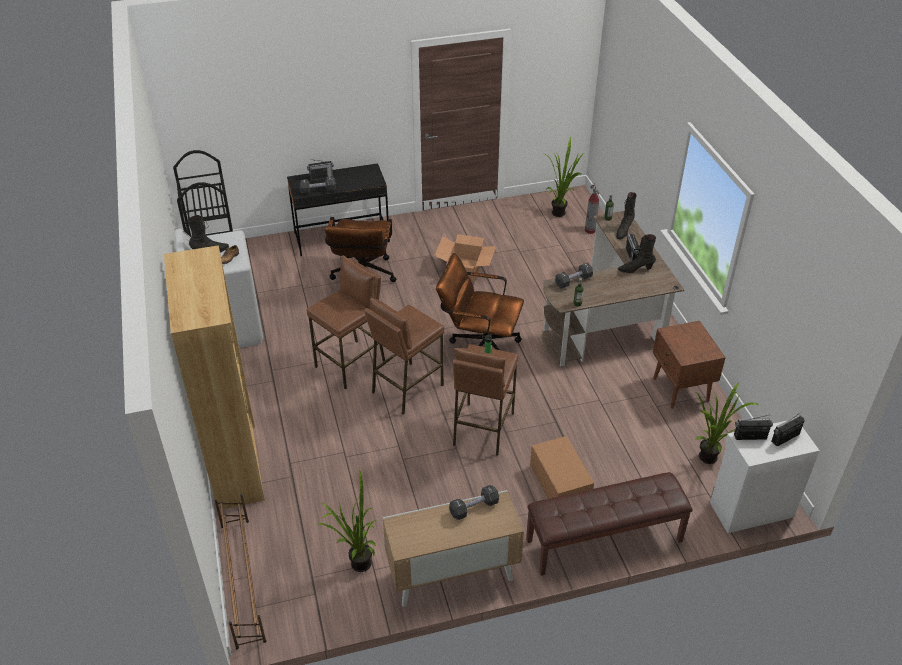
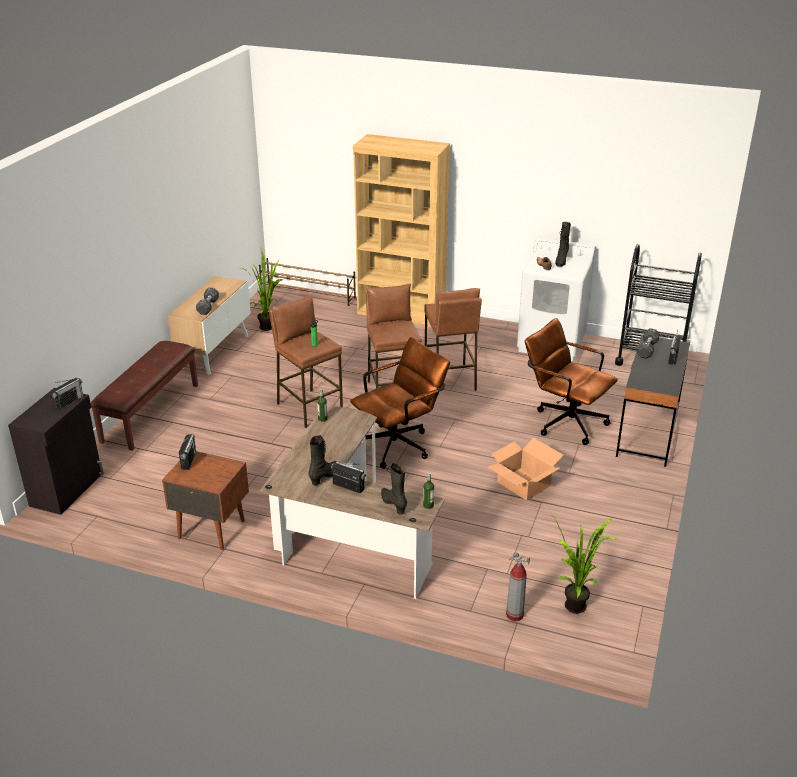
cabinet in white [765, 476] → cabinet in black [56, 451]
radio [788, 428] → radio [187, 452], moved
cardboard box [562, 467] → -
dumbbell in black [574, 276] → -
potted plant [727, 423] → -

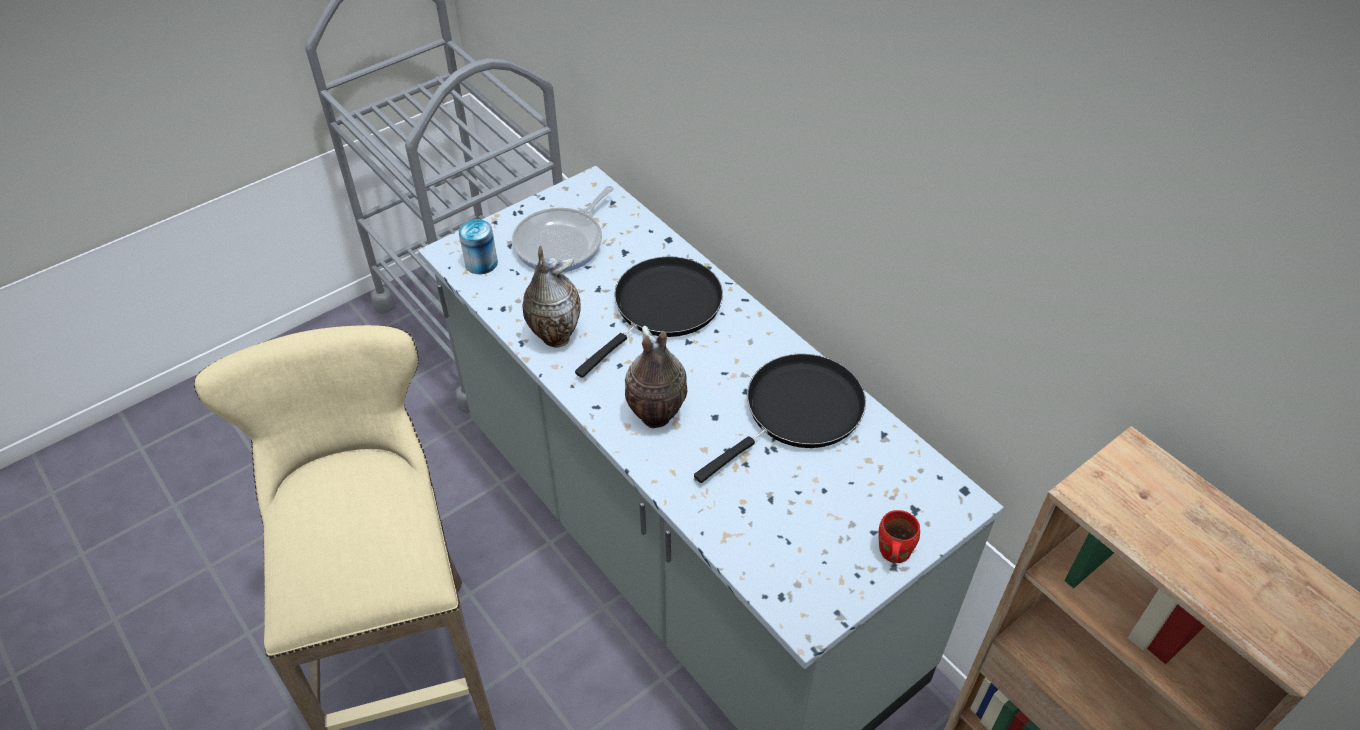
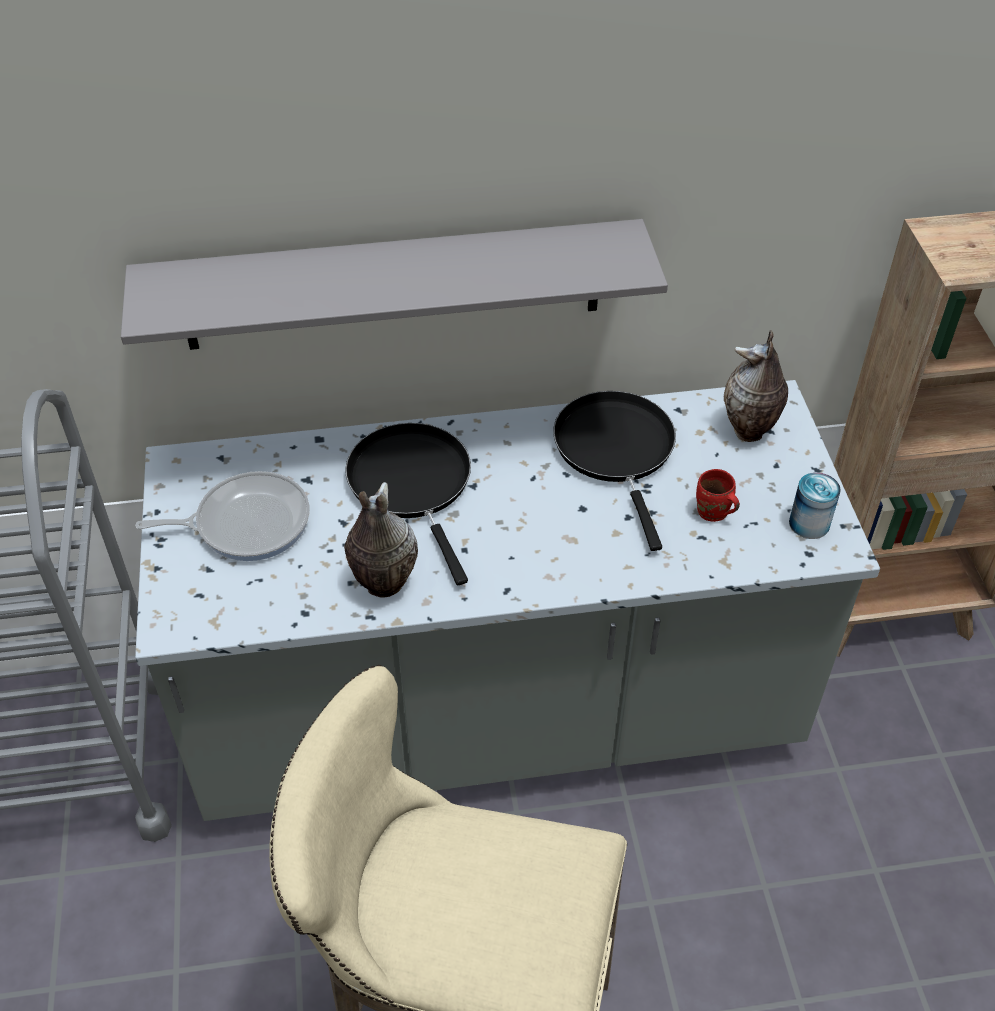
- → shelf in grey [394, 284]
frying pan [563, 229] → frying pan [222, 516], 75 degrees counterclockwise
mug in red [899, 536] → mug in red [718, 495], moved
vase [656, 377] → vase [756, 386], moved
can [478, 246] → can [815, 505], moved

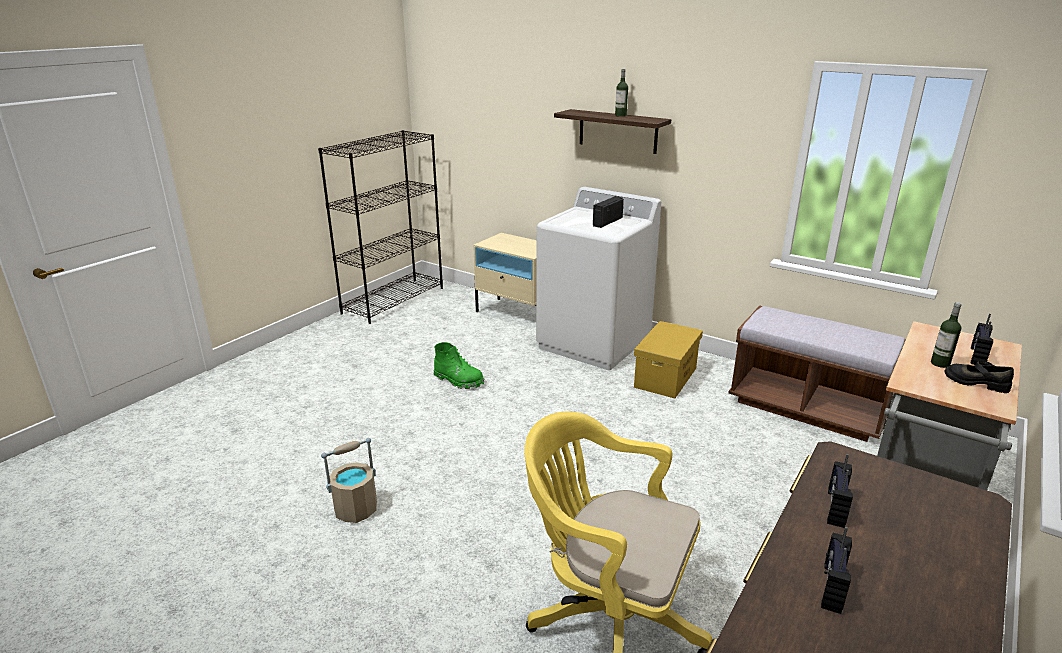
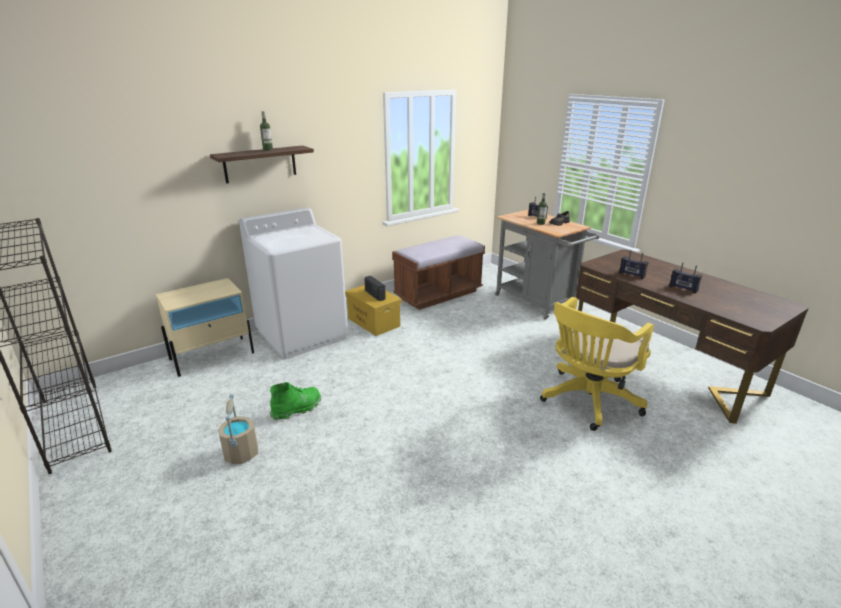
bucket in beige [349, 480] → bucket in beige [238, 429], moved
radio [608, 212] → radio [375, 288], moved

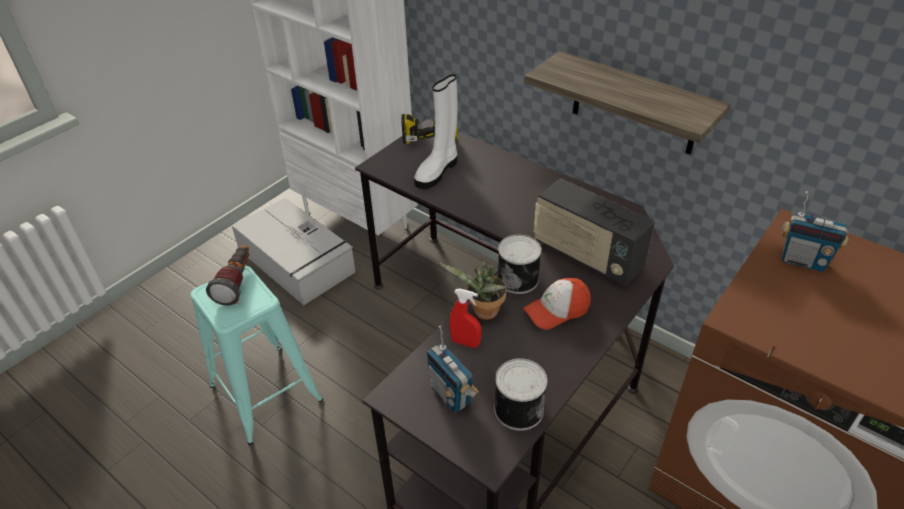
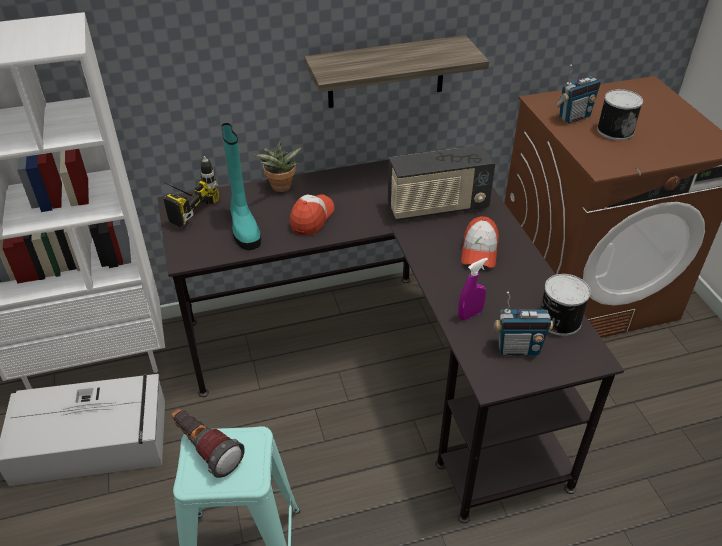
boot in white [435, 131] → boot in turquoise [241, 186]
potted plant [473, 290] → potted plant [279, 166], moved
- → cap [312, 215]
spray bottle in red [465, 318] → spray bottle in purple [473, 289]
can [519, 264] → can [620, 114], moved

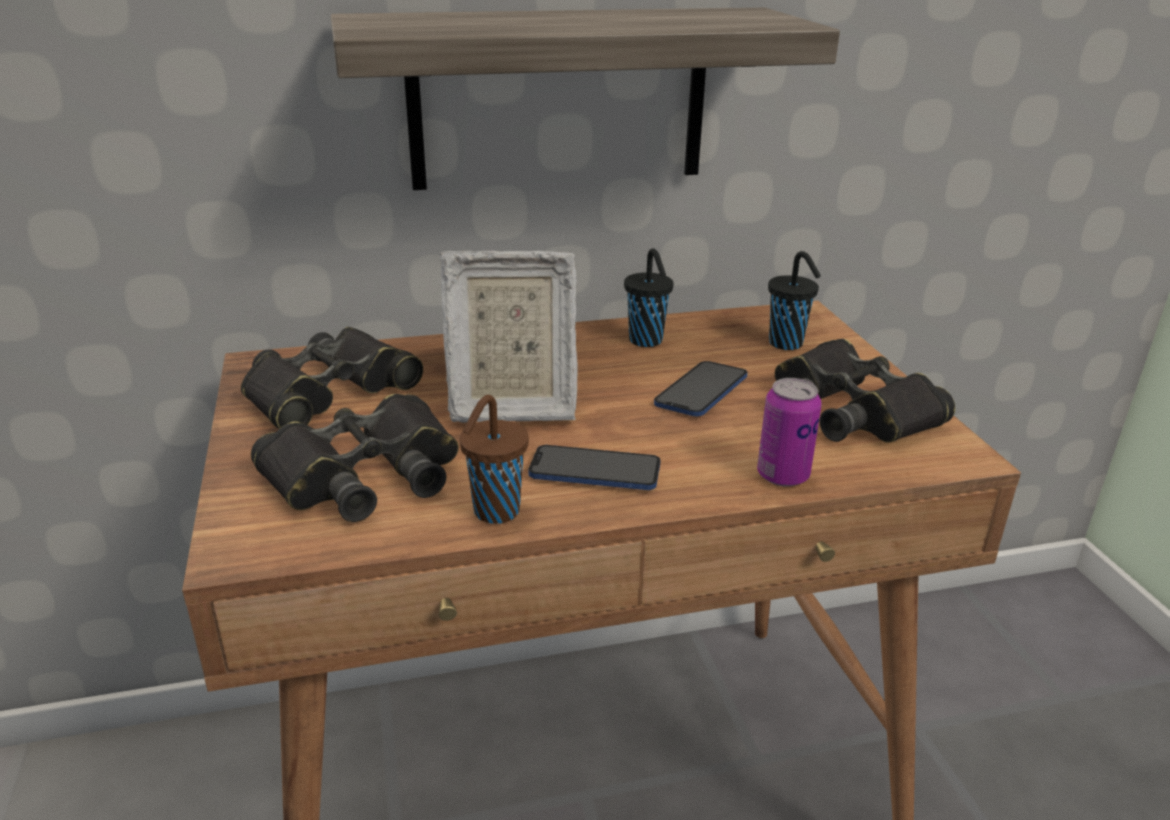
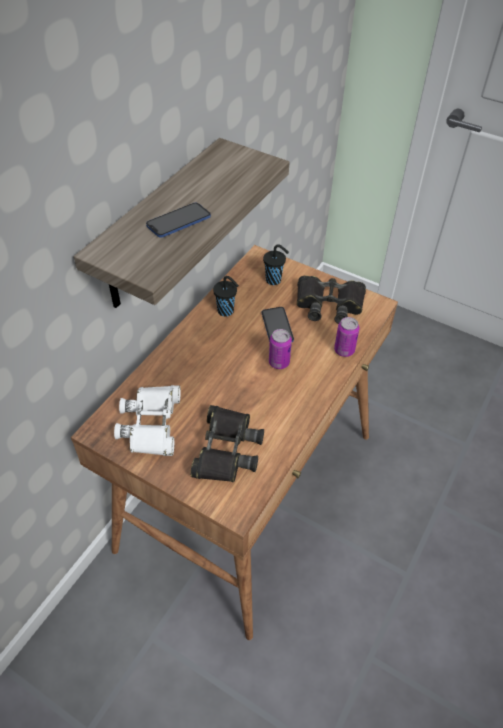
binoculars in black [332, 378] → binoculars in white [147, 420]
phone [594, 467] → phone [178, 220], moved
- → can [280, 349]
picture frame [508, 337] → -
cup in brown [494, 459] → -

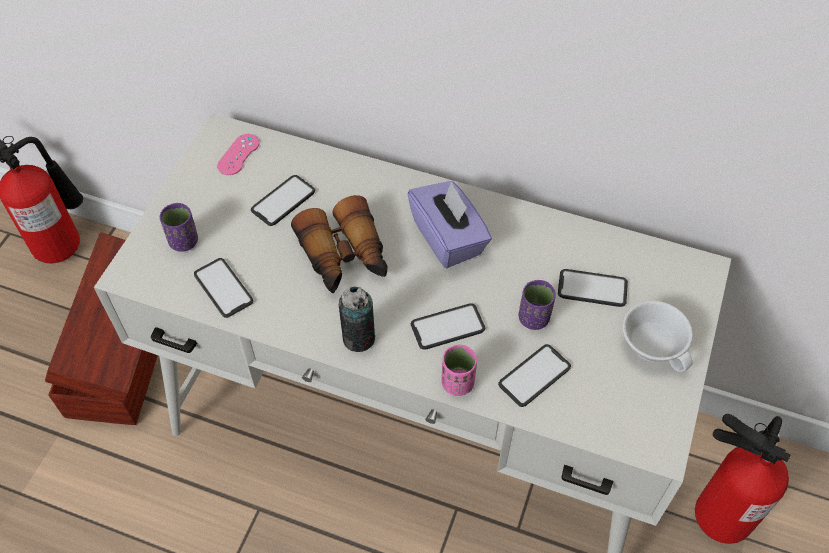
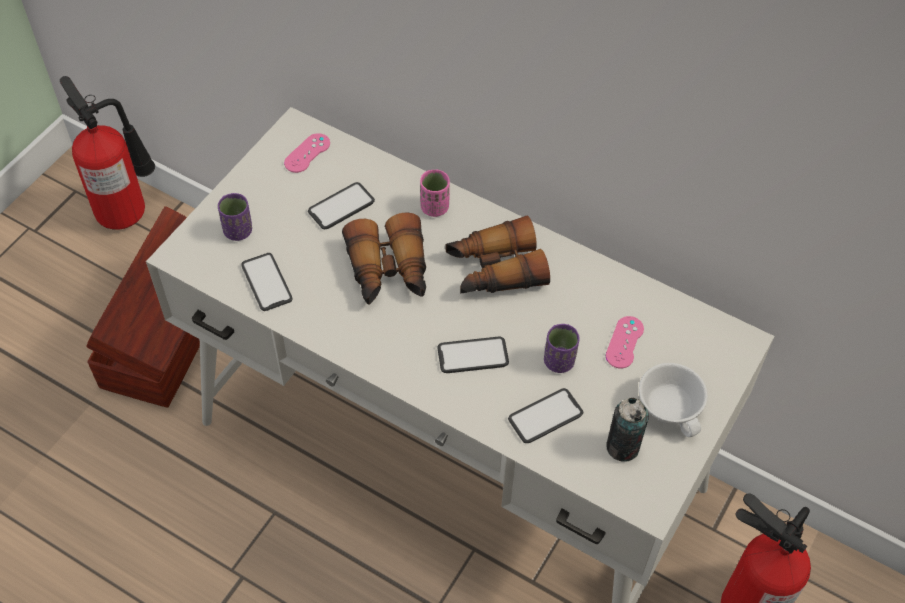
cup in pink [459, 370] → cup in pink [435, 193], moved
tissue box in purple [450, 224] → binoculars [497, 254]
phone [593, 288] → game controller in pink [625, 342]
can [357, 319] → can [627, 430], moved

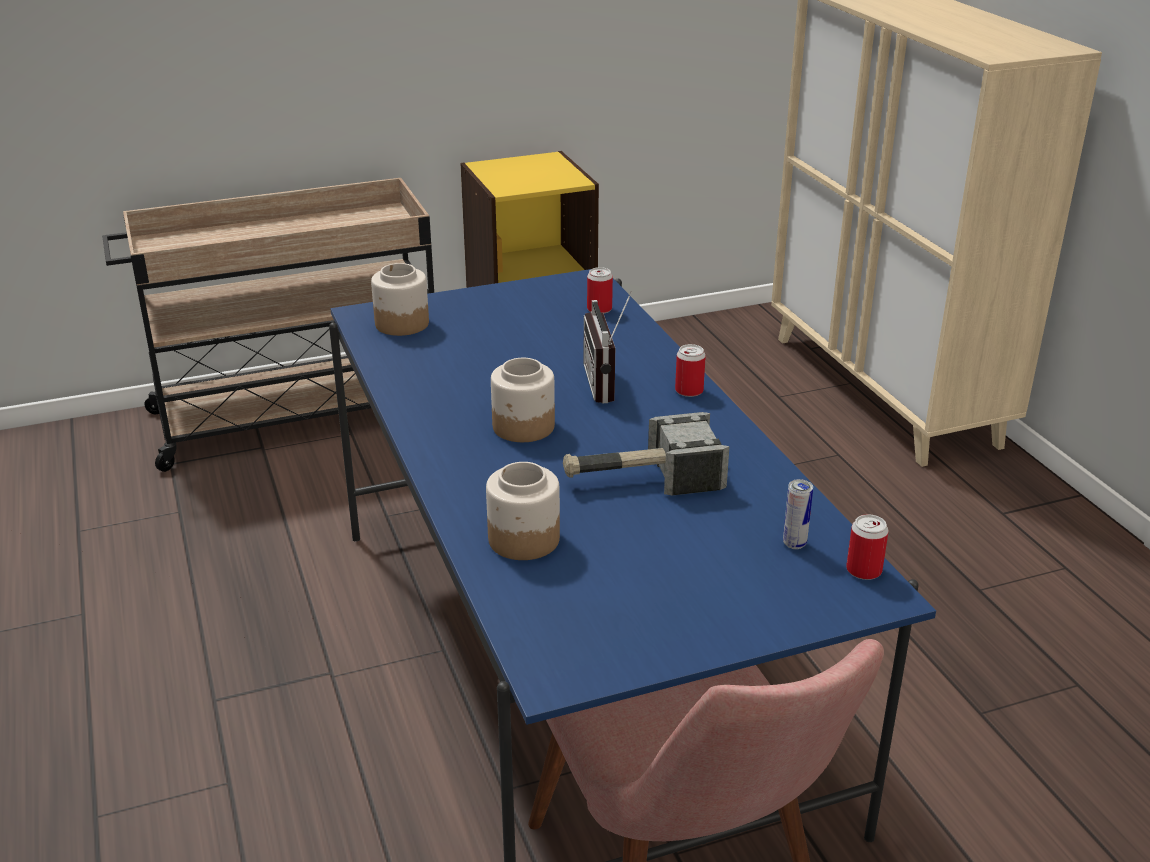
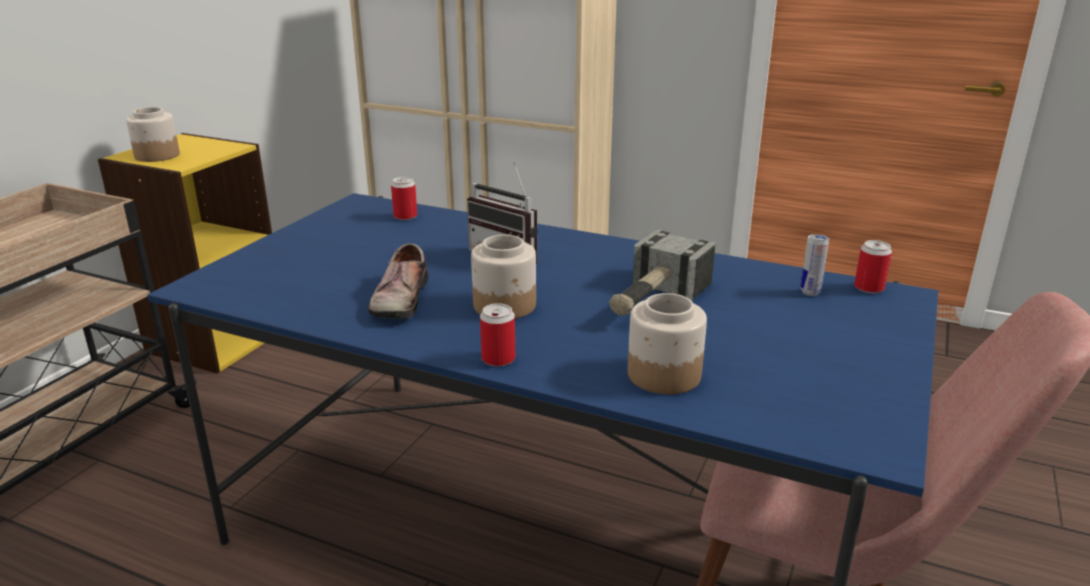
jar [400, 299] → jar [153, 134], moved
- → shoe [398, 281]
can [690, 370] → can [497, 334], moved

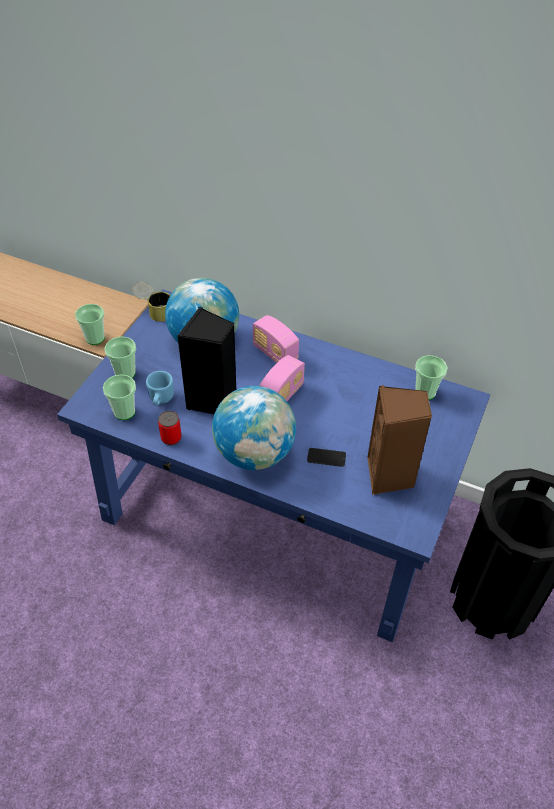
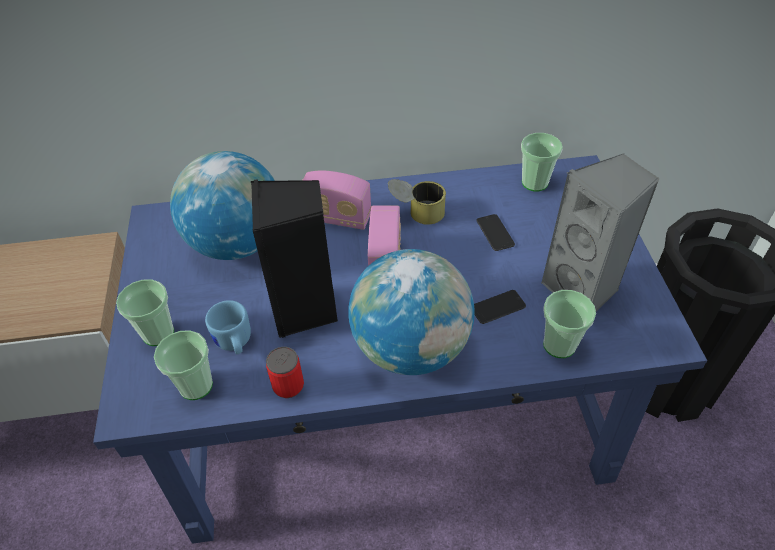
can [151, 301] → can [417, 202], moved
- → phone [496, 232]
speaker in brown [399, 440] → speaker in grey [600, 232]
cup [90, 324] → cup [569, 324], moved

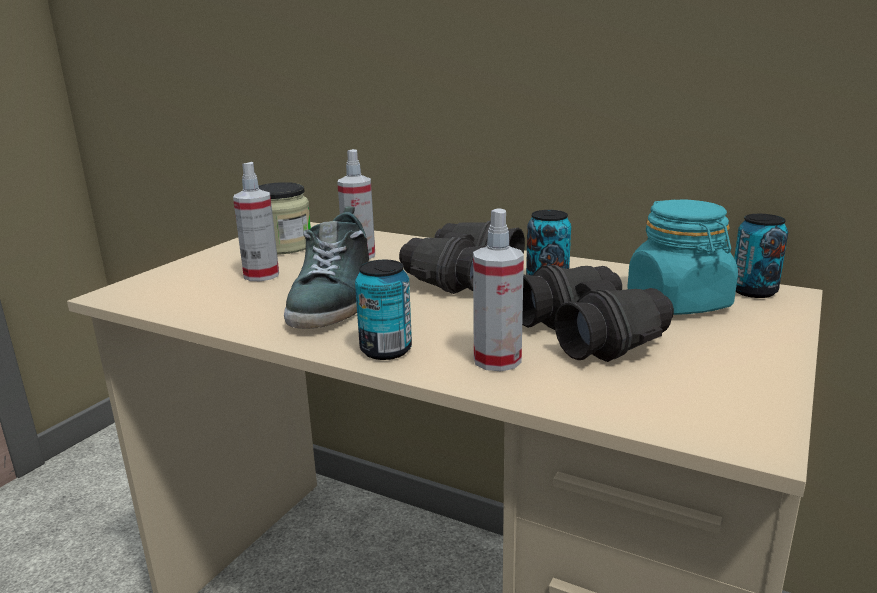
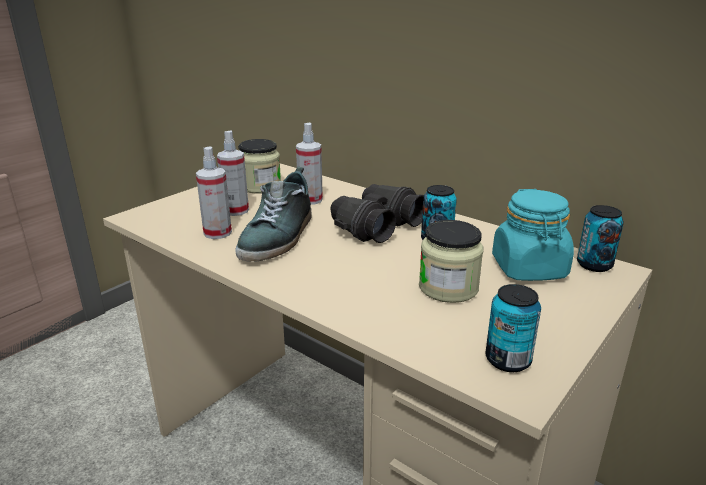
spray bottle [498, 290] → spray bottle [214, 192], moved
binoculars in black [598, 313] → jar [451, 261]
can [383, 310] → can [513, 328], moved

